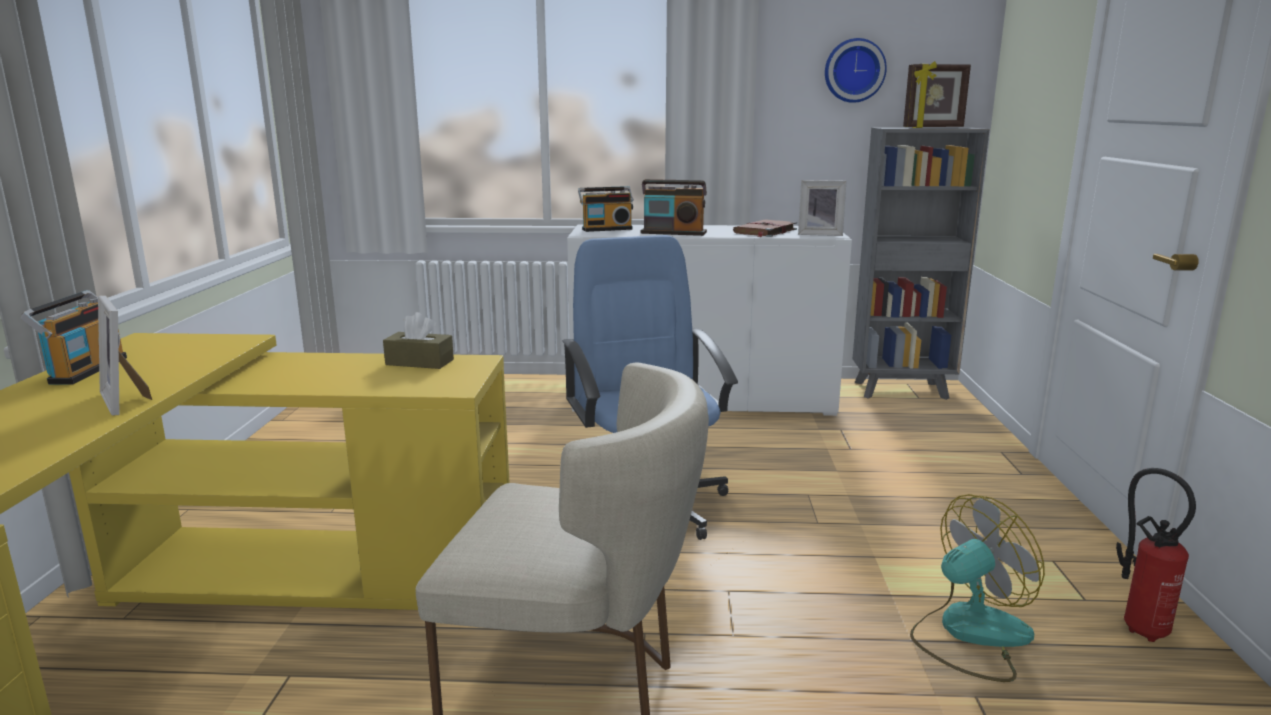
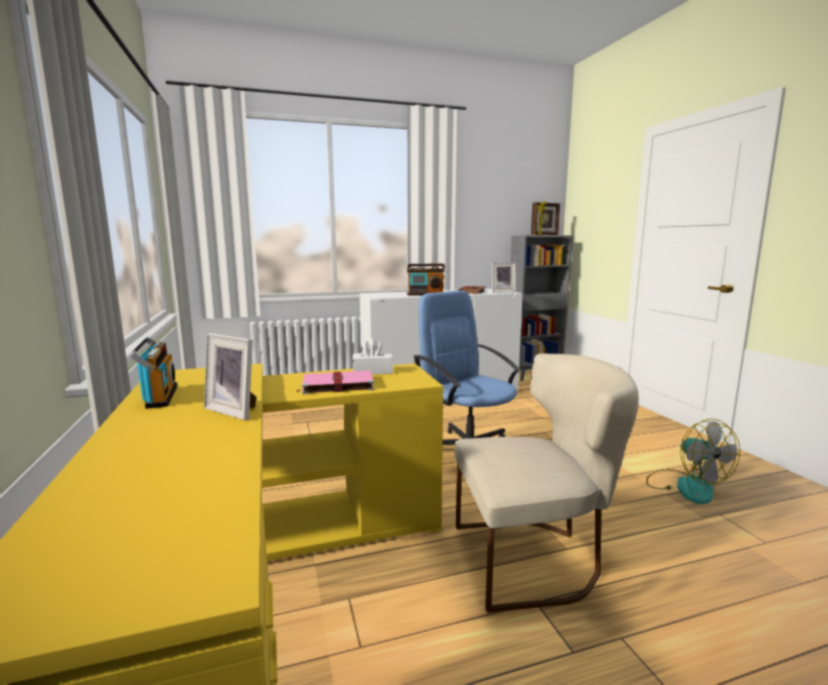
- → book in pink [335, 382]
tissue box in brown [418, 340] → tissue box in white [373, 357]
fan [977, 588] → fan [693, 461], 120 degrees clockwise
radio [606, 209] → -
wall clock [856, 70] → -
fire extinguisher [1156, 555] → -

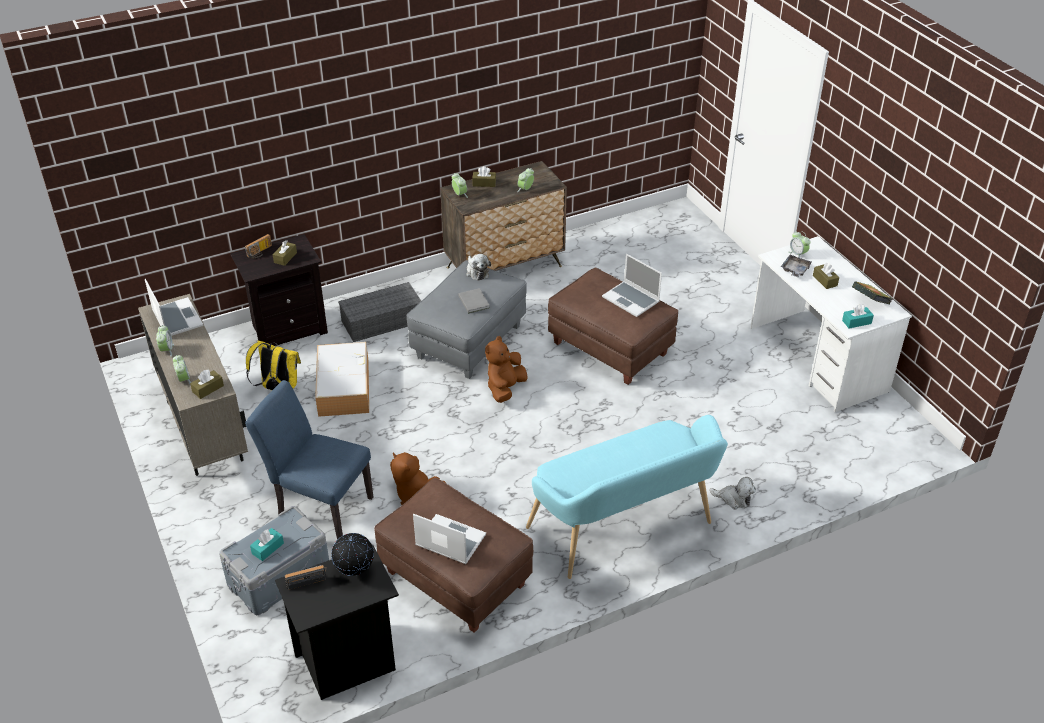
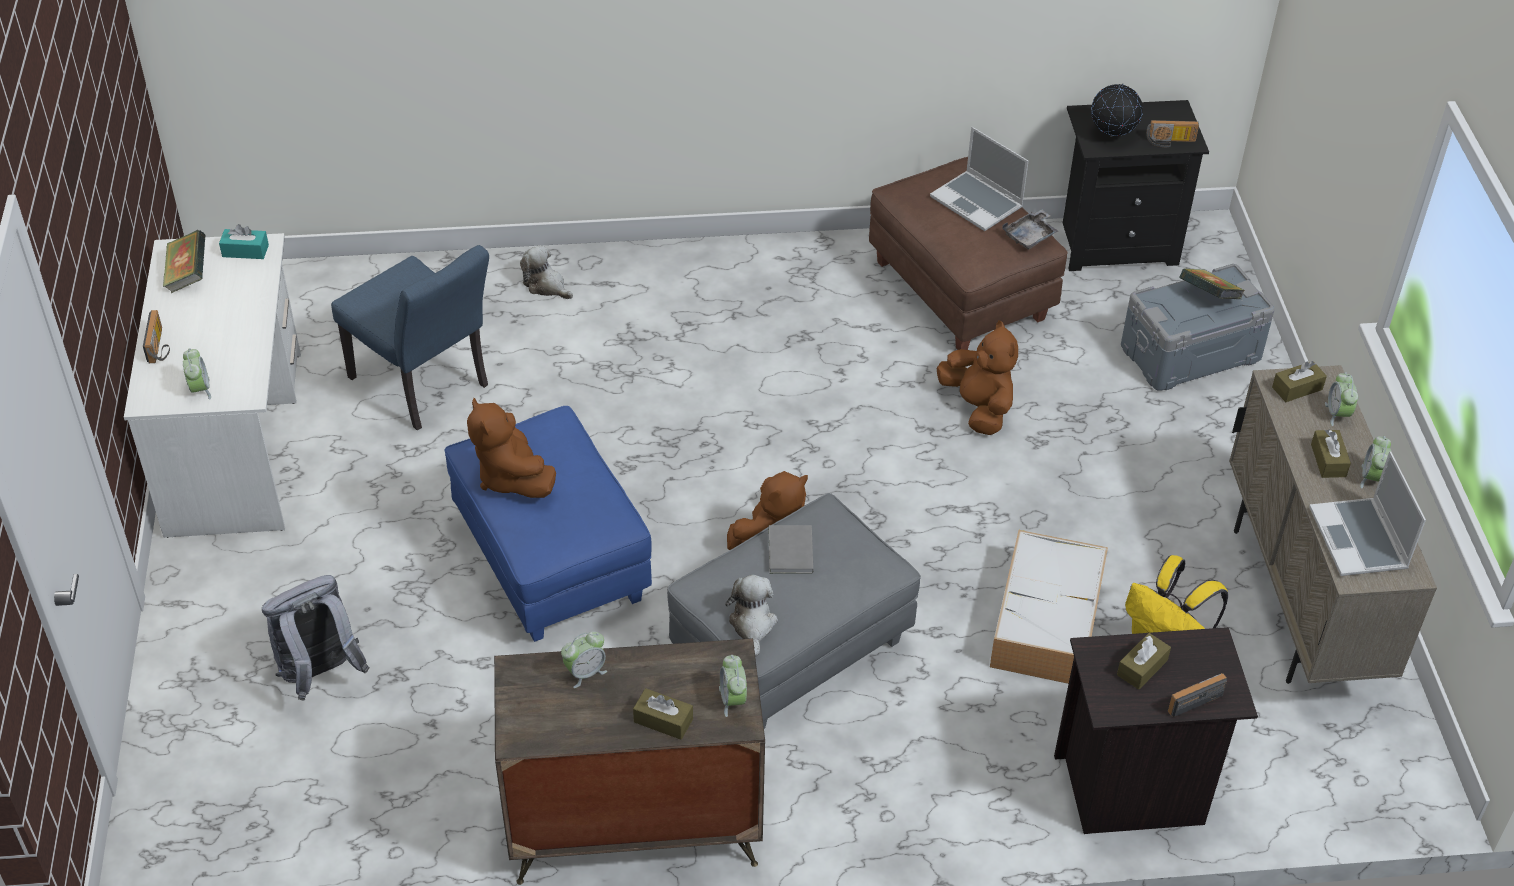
- → radio [156, 336]
- → backpack in grey [316, 637]
chair in blue [309, 460] → chair in blue [410, 337], moved
ottoman in brown [613, 326] → ottoman in blue [548, 524]
laptop [632, 285] → plush toy in brown [511, 448]
tray in grey [797, 266] → tray in grey [1030, 229], moved
tissue box in turquoise [267, 544] → book [1212, 283]
tissue box in brown [826, 276] → tissue box in brown [1331, 454], moved
storage box in grey [379, 312] → -
bench in turquoise [627, 497] → -

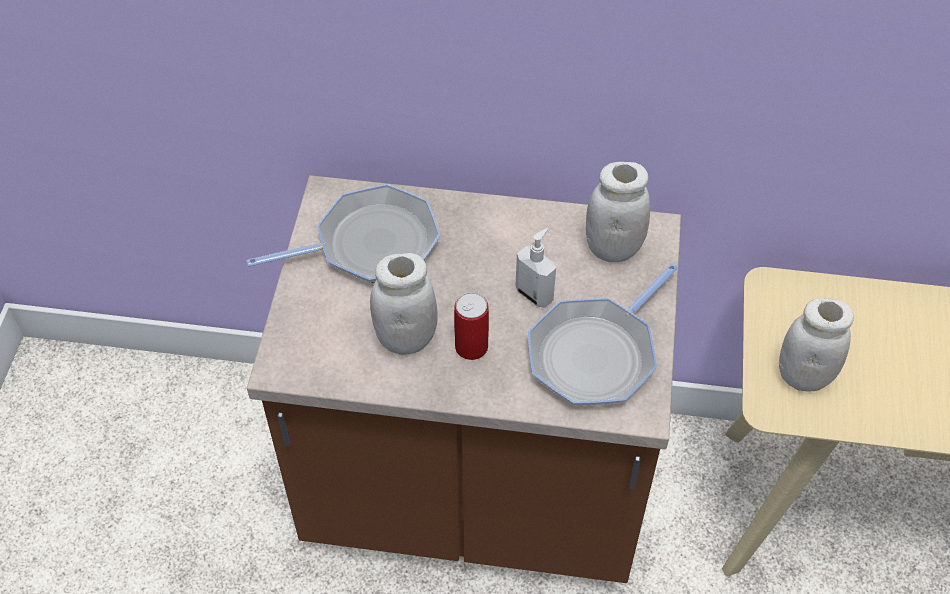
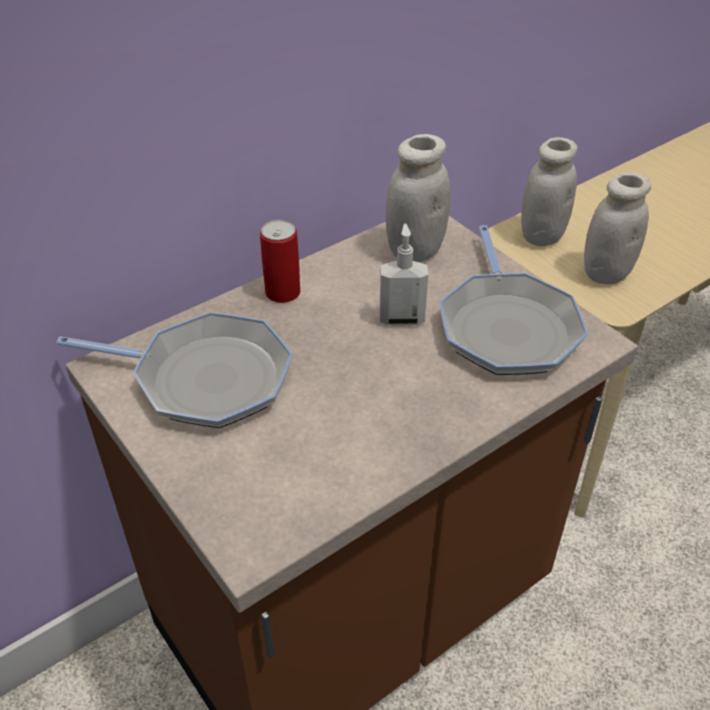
frying pan [343, 233] → frying pan [174, 370], 75 degrees clockwise
can [471, 326] → can [280, 261], moved
jar in white [403, 304] → jar in white [549, 191], moved

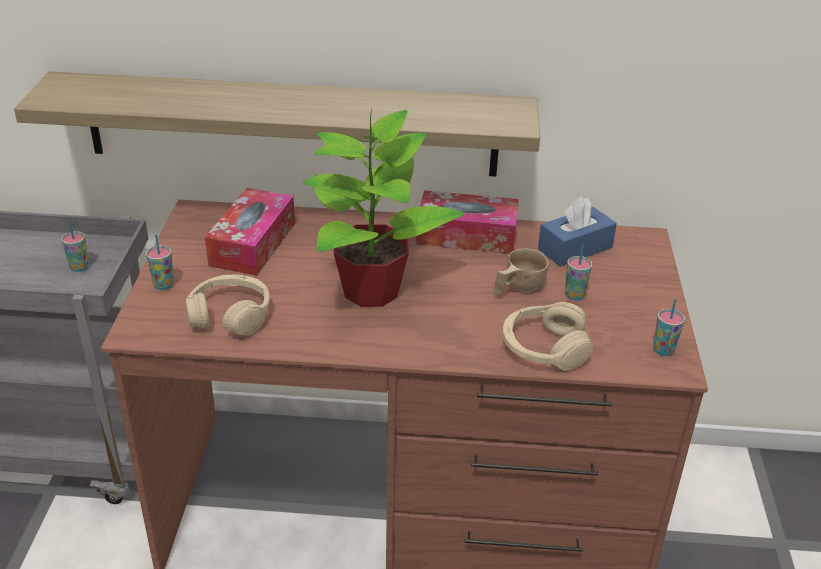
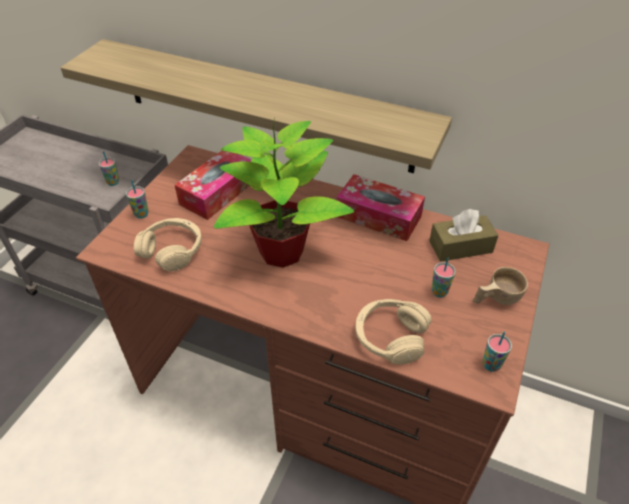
tissue box in blue [577, 231] → tissue box in brown [464, 235]
cup in beige [521, 272] → cup in beige [500, 286], moved

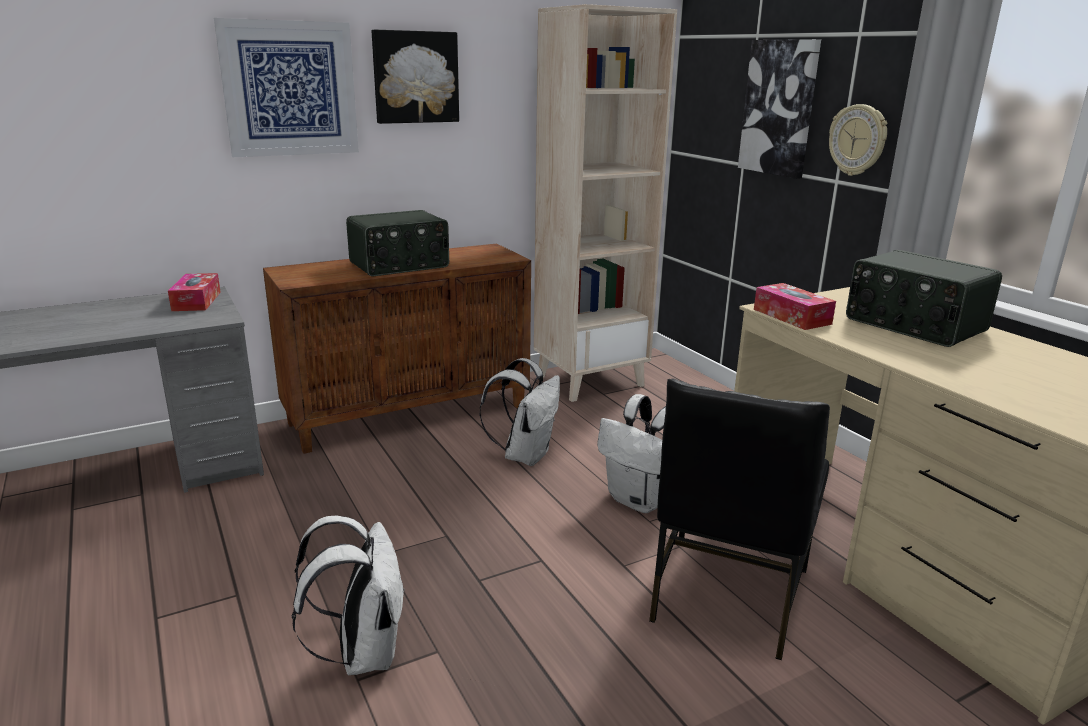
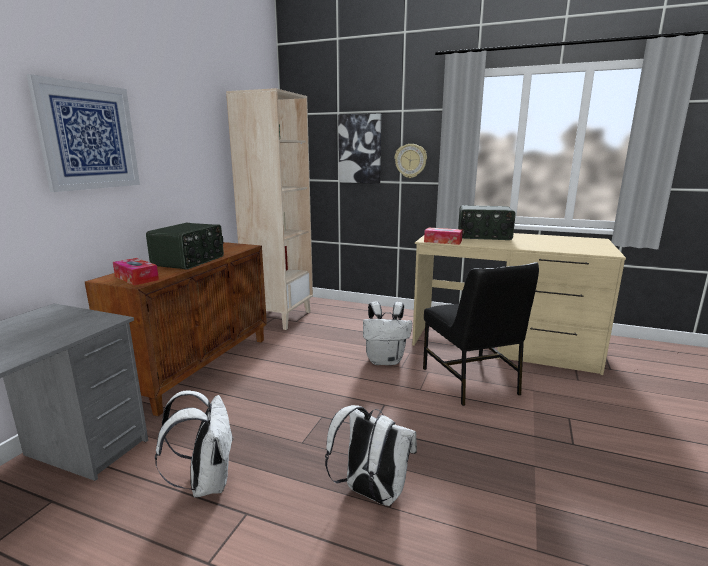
tissue box [194, 292] → tissue box [136, 272], moved
backpack in white [520, 412] → backpack in white [194, 444], moved
picture [415, 77] → -

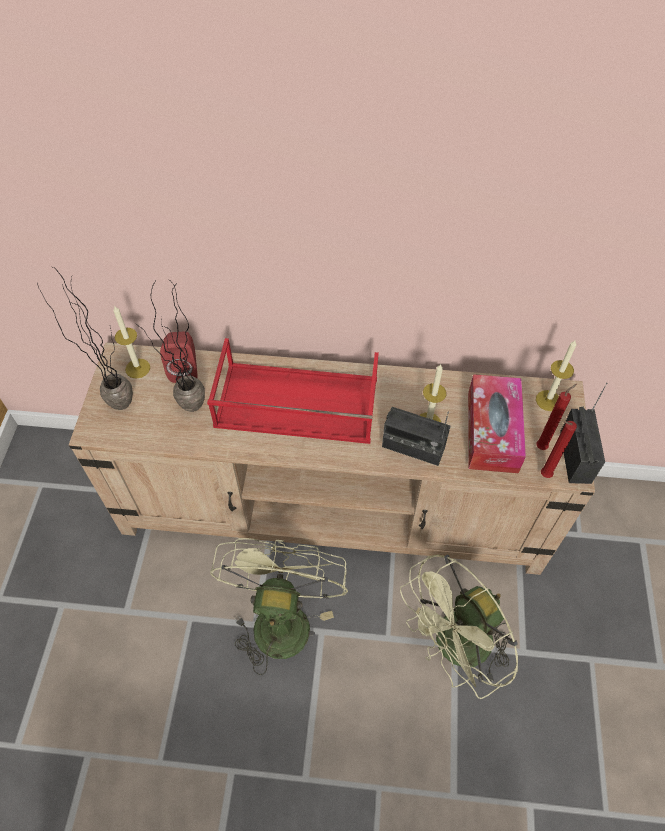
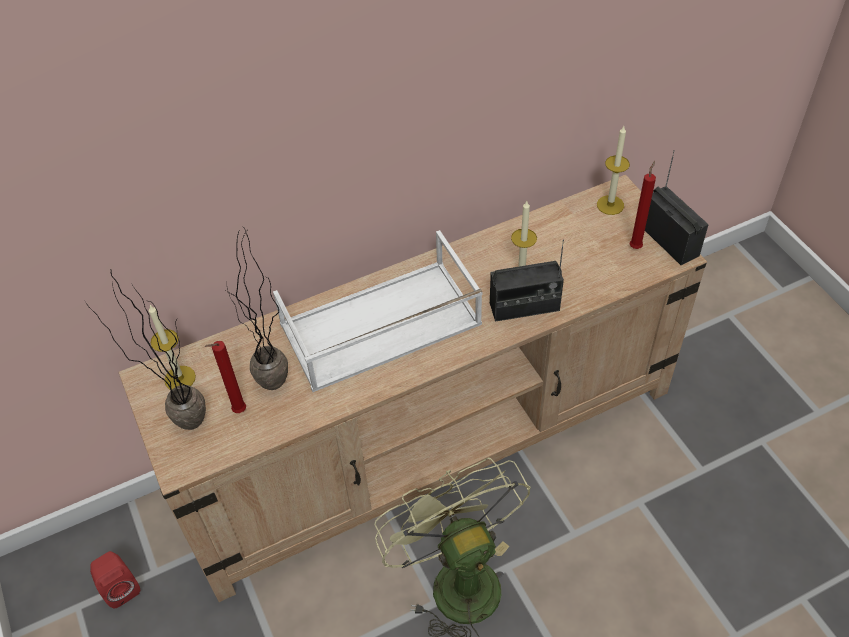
speaker in red [178, 357] → speaker in red [115, 579], moved
candle in red [559, 449] → candle in red [225, 377], moved
tray in red [293, 391] → tray in white [378, 311]
fan in green [459, 626] → -
tissue box [497, 423] → -

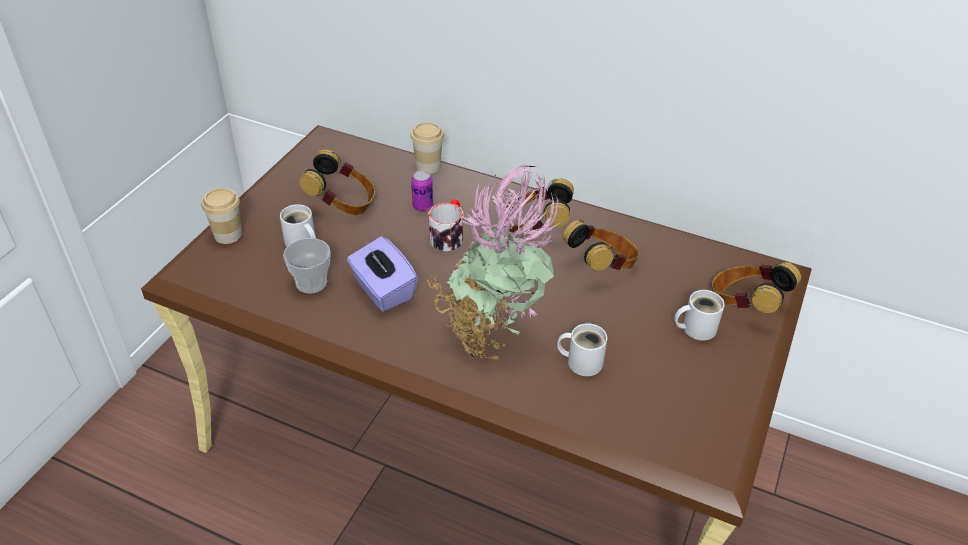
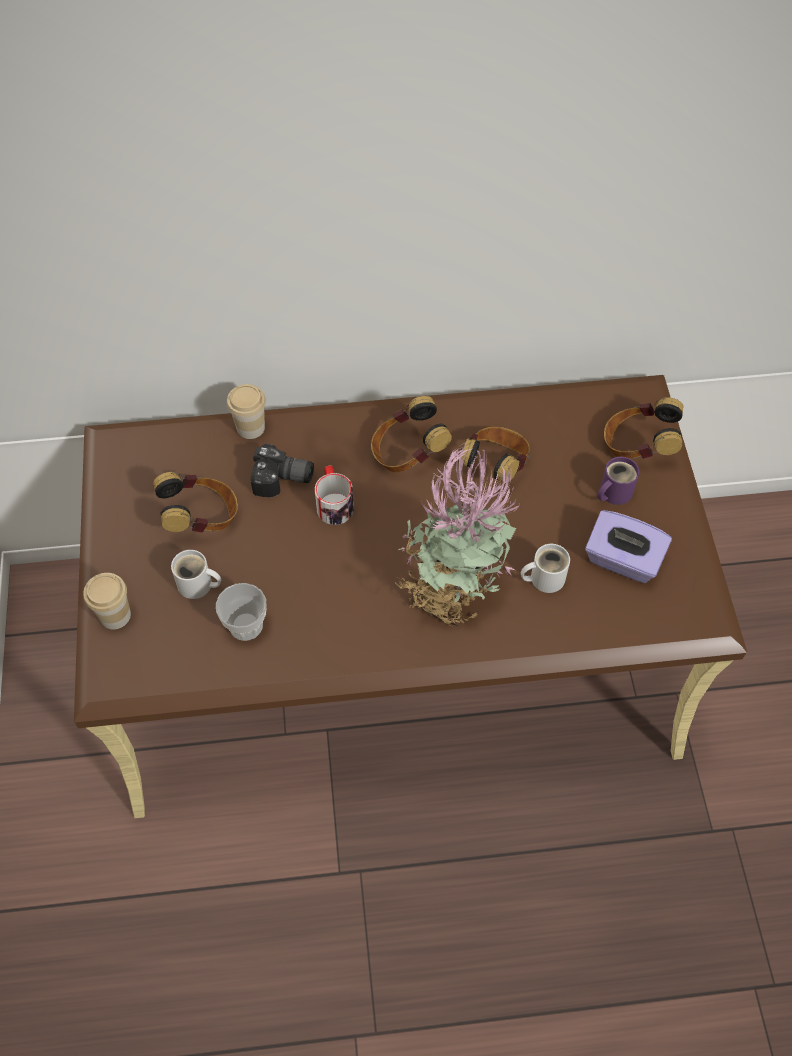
can [422, 190] → photo camera [282, 470]
tissue box in purple [382, 274] → tissue box in purple [628, 546], moved
mug in white [699, 315] → mug in purple [618, 481]

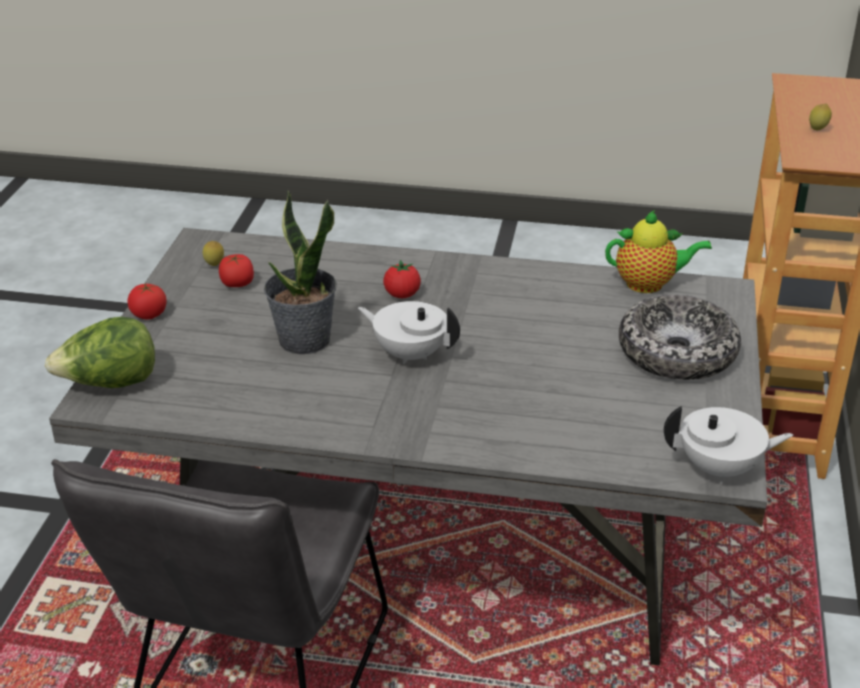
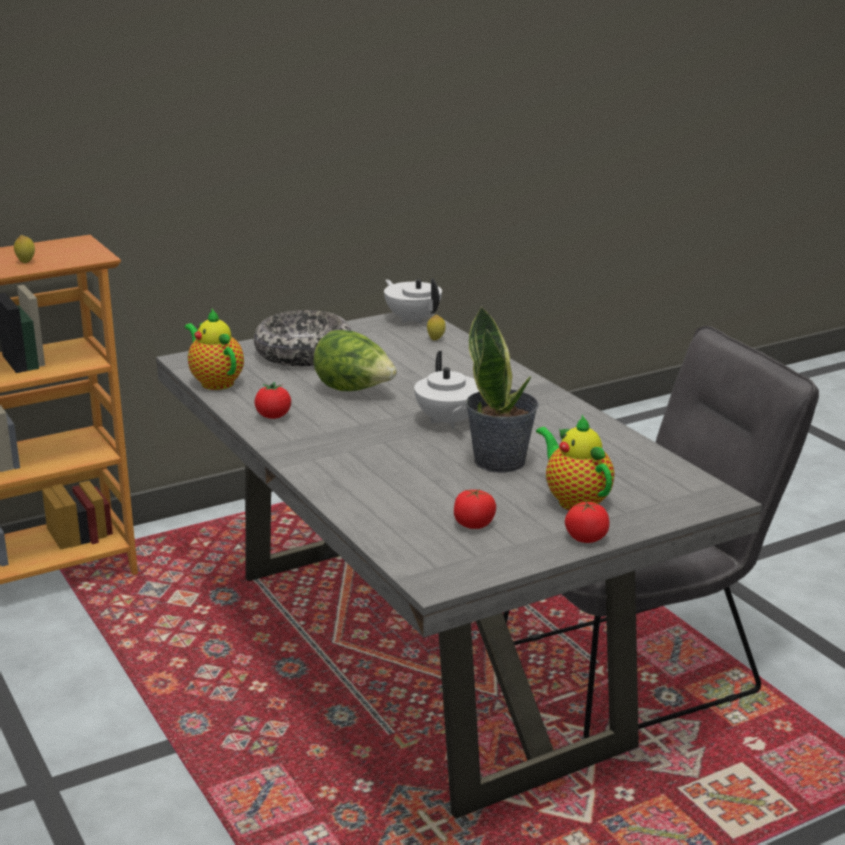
tomato [402, 279] → tomato [272, 400], moved
lettuce [100, 352] → lettuce [355, 360], moved
lemon [213, 253] → lemon [436, 327], moved
- → teapot [575, 462]

